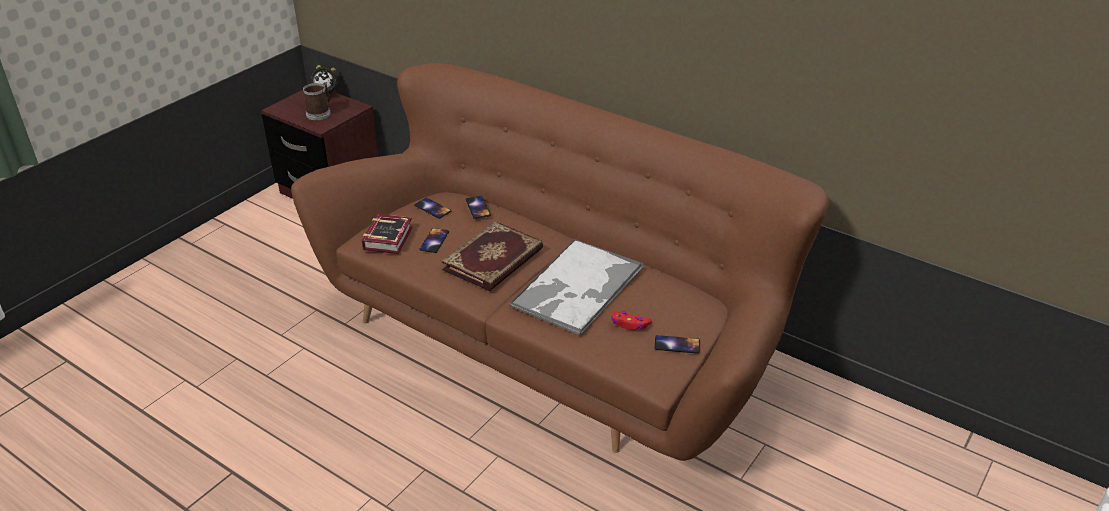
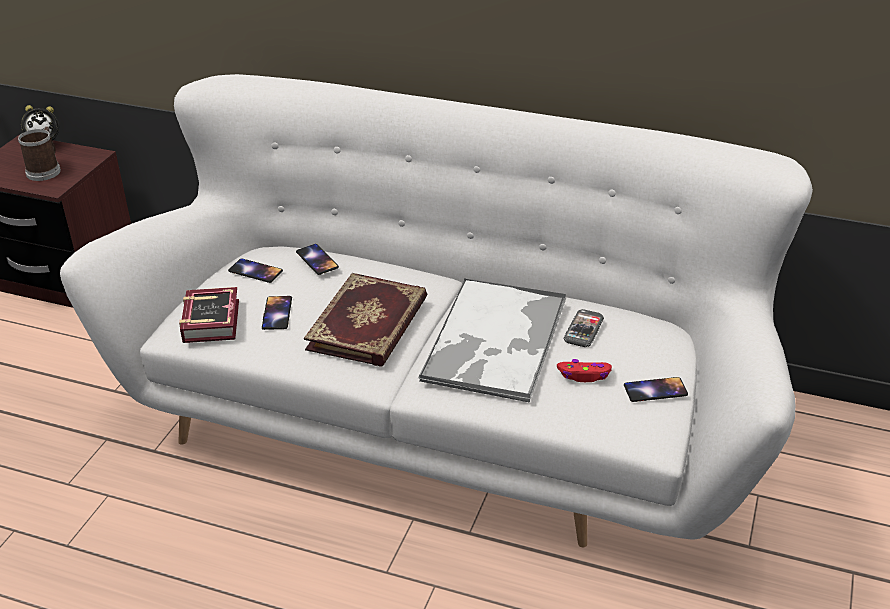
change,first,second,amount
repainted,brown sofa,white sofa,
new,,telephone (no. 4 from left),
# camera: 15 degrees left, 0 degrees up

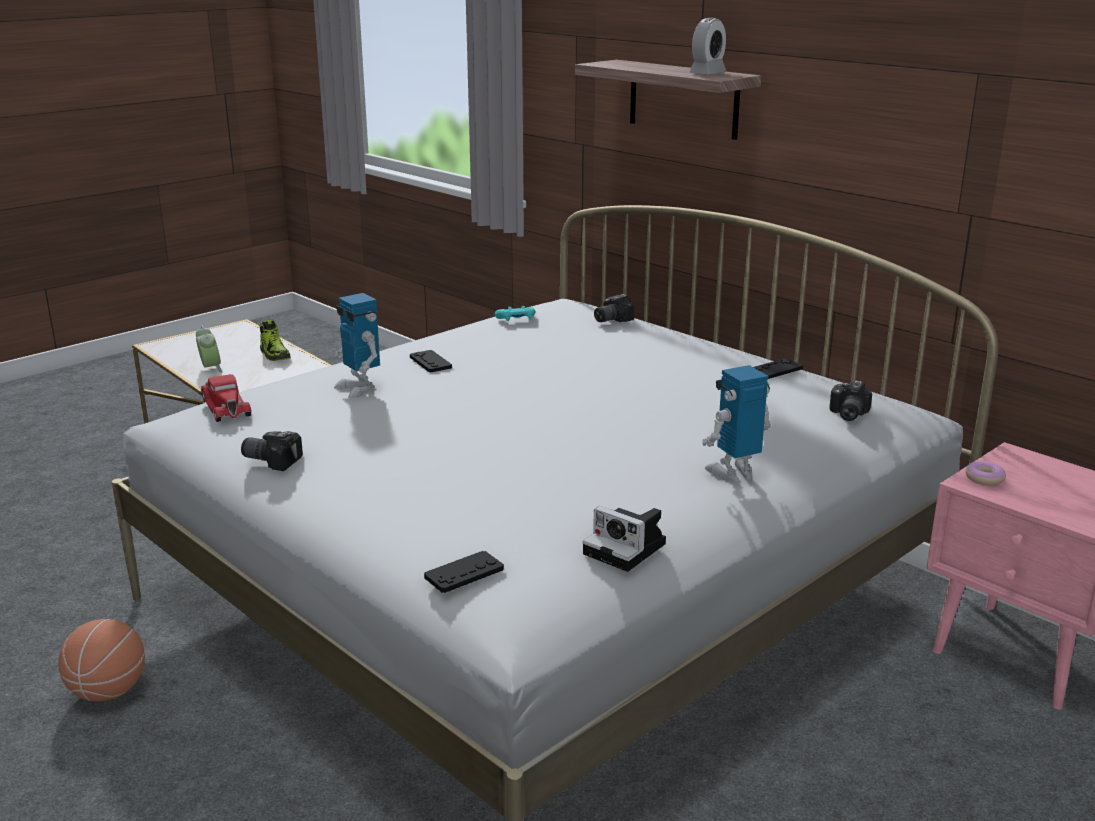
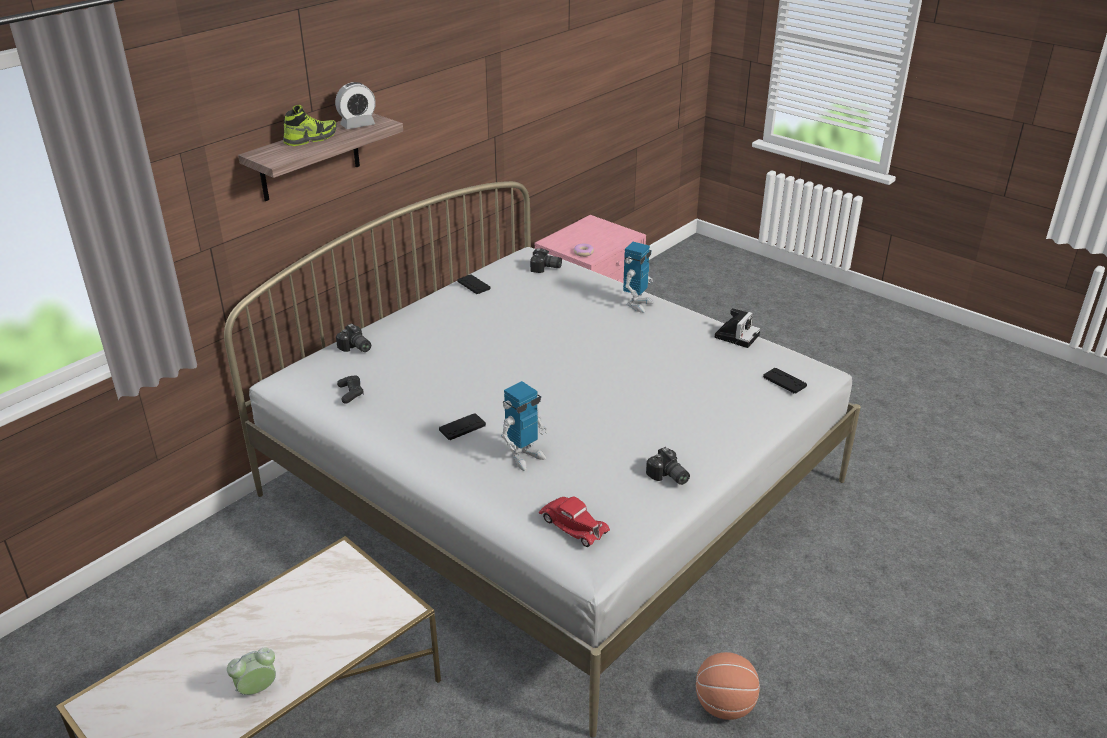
change,first,second,amount
rotated,table clock (no. 2 from left),,120 degrees clockwise
repainted,blue-green gamepad,blackish gamepad (no. 1 from left),
shifted,low shoe,,
rotated,model robot (no. 2 from left),,120 degrees counterclockwise
rotated,red-coloured miniature car,,75 degrees clockwise
rotated,photo camera (no. 1 from left in the first image),photo camera (no. 3 from left),45 degrees counterclockwise
# camera: 95 degrees left, 10 degrees up

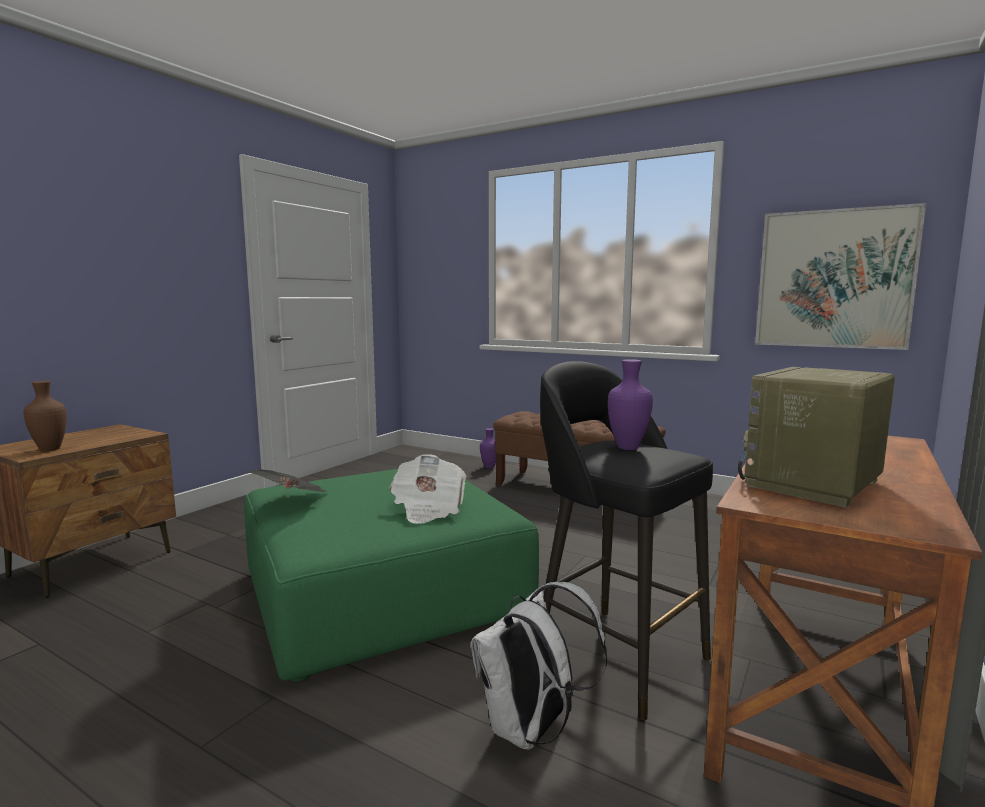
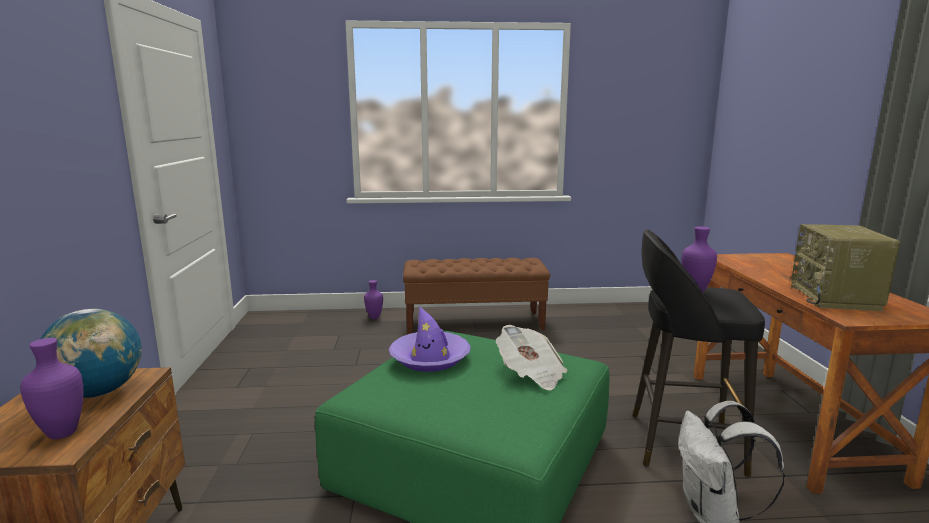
change,first,second,amount
gone,wall picture,,
repainted,brown decorative vase,purplish decorative vase (no. 1 from left),
gone,newspaper (no. 1 from left),,
new,,purplish clothing hat,
new,,globe,
# camera: 35 degrees left, 5 degrees up

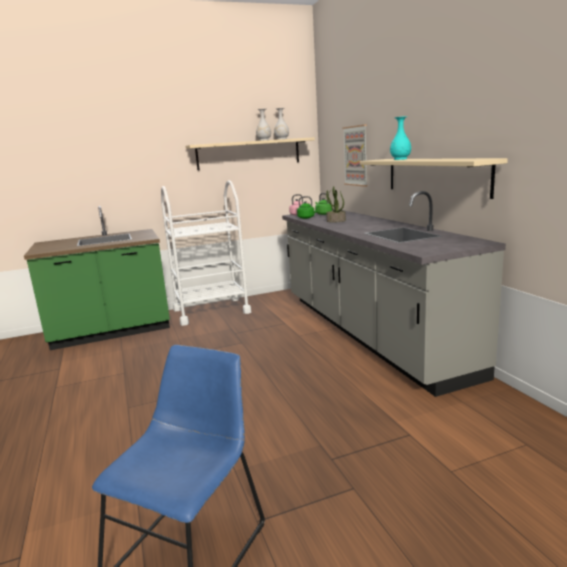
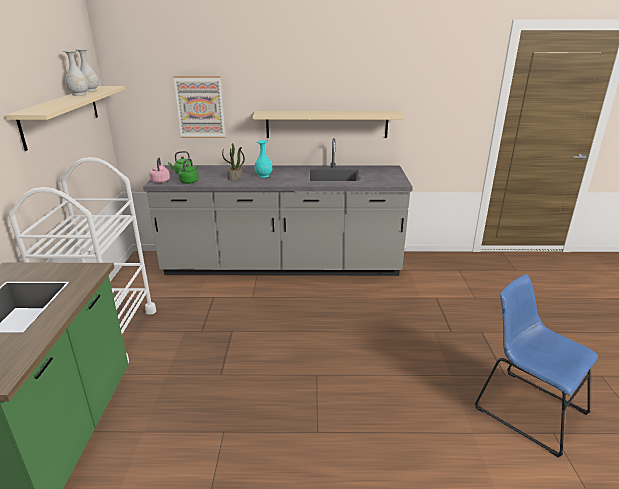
change,first,second,amount
shifted,blue-green decorative vase,,
# camera: 70 degrees left, 10 degrees up

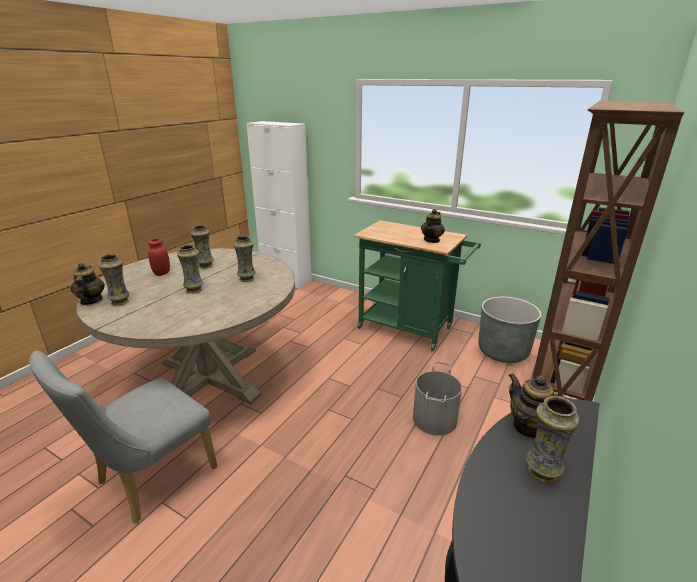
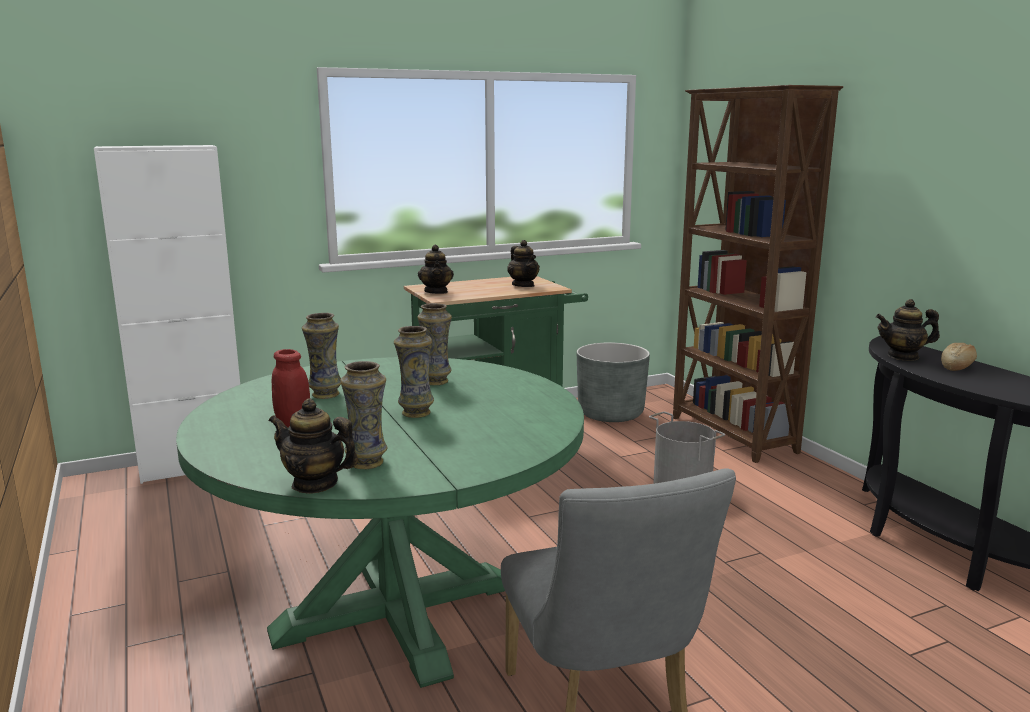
change,first,second,amount
repainted,sand-coloured dinner table,green dinner table,
swapped,decorative vase (no. 5 from left),bakery bread,
new,,tea pot (no. 2 from left),
# camera: 55 degrees left, 10 degrees down

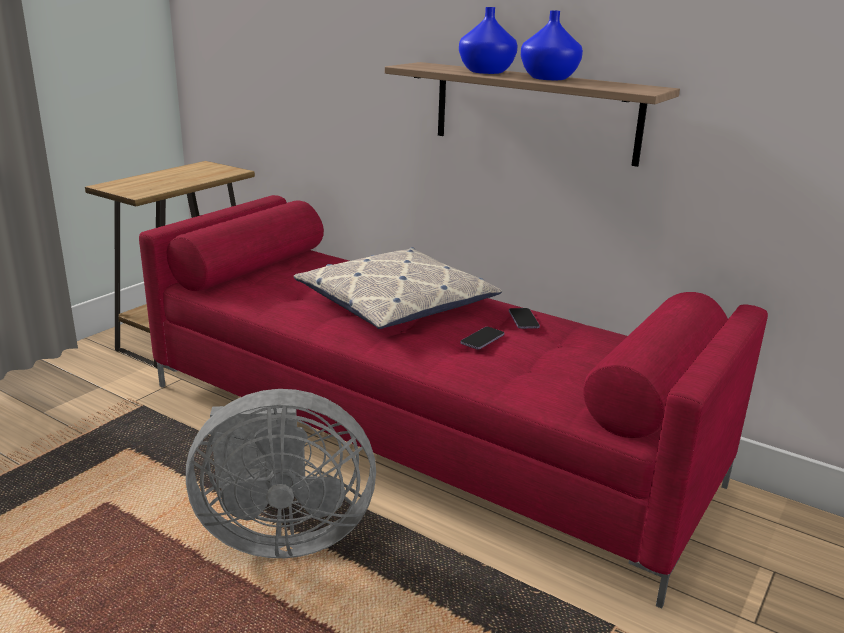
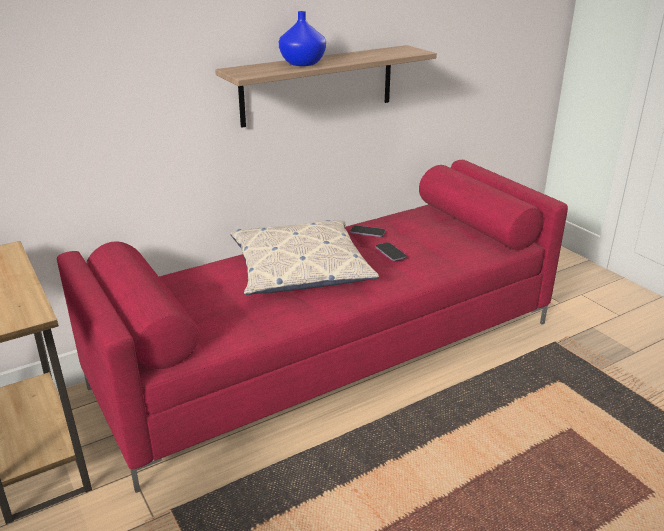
change,first,second,amount
gone,blue-coloured decorative vase (no. 2 from left),,
gone,grey fan,,
# camera: 65 degrees left, 5 degrees up

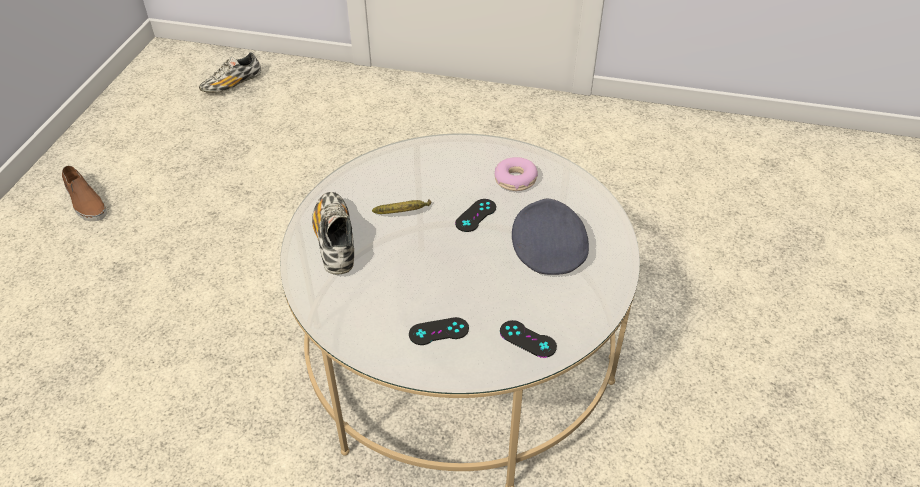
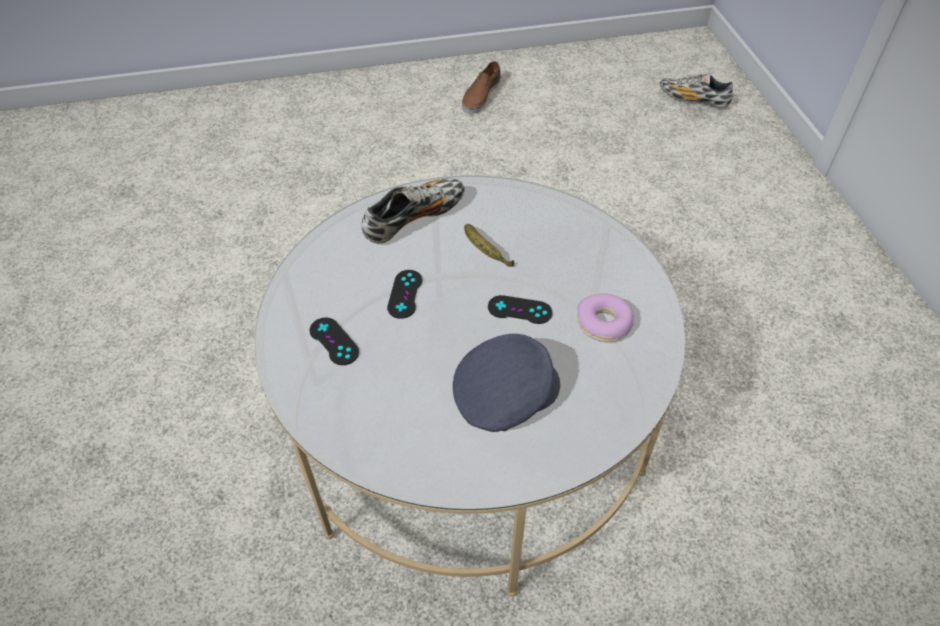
change,first,second,amount
shifted,blackish gamepad (no. 3 from left in the first image),blackish gamepad (no. 2 from left),
# camera: 65 degrees right, 5 degrees up

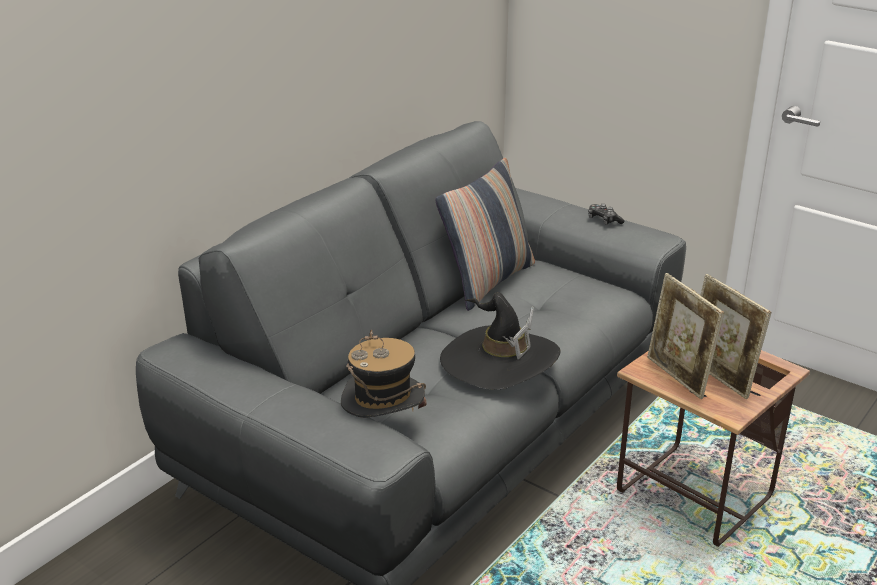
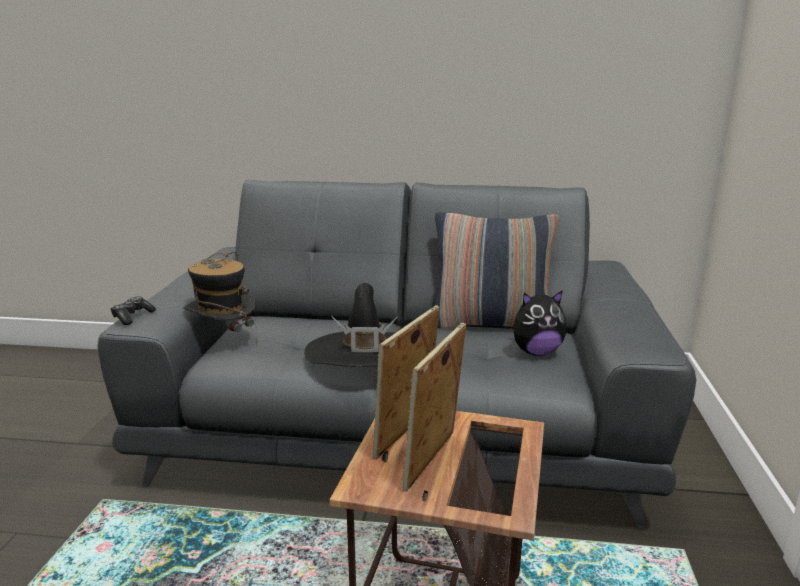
change,first,second,amount
shifted,gamepad,,
new,,plush toy,
# camera: 60 degrees right, 10 degrees down

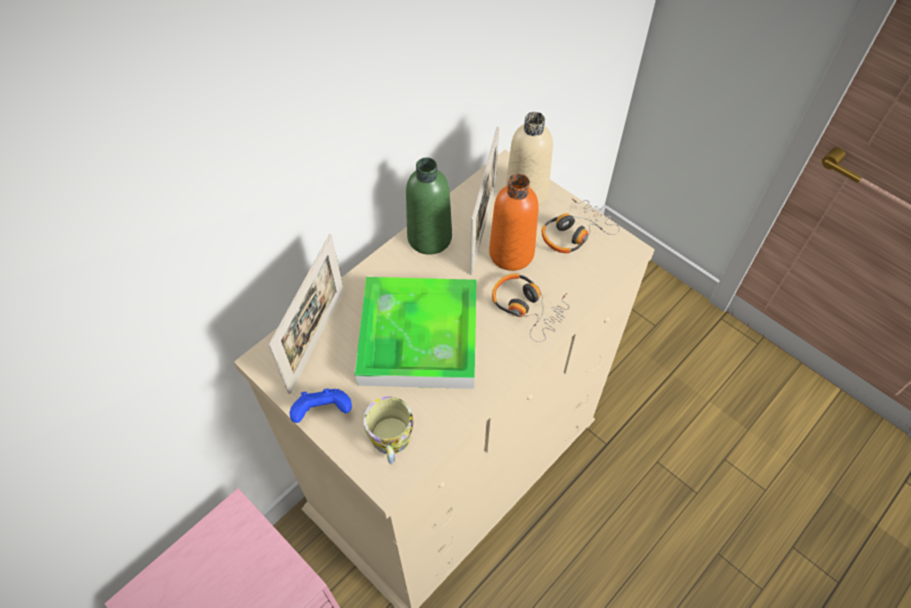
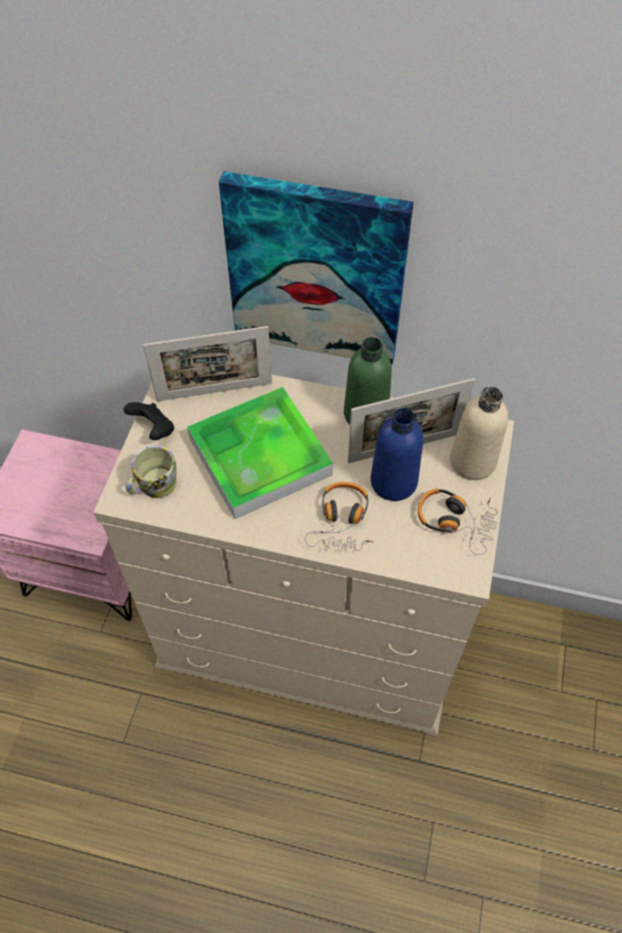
change,first,second,amount
repainted,orange-coloured bottle,blue-coloured bottle,
repainted,blue-coloured gamepad,blackish gamepad,
new,,wall picture,
# camera: 60 degrees right, 0 degrees up

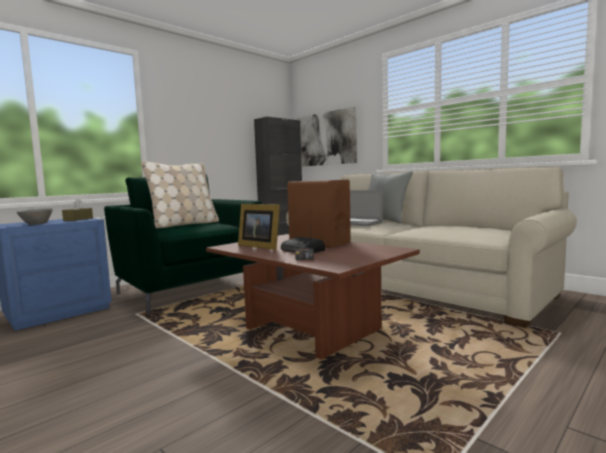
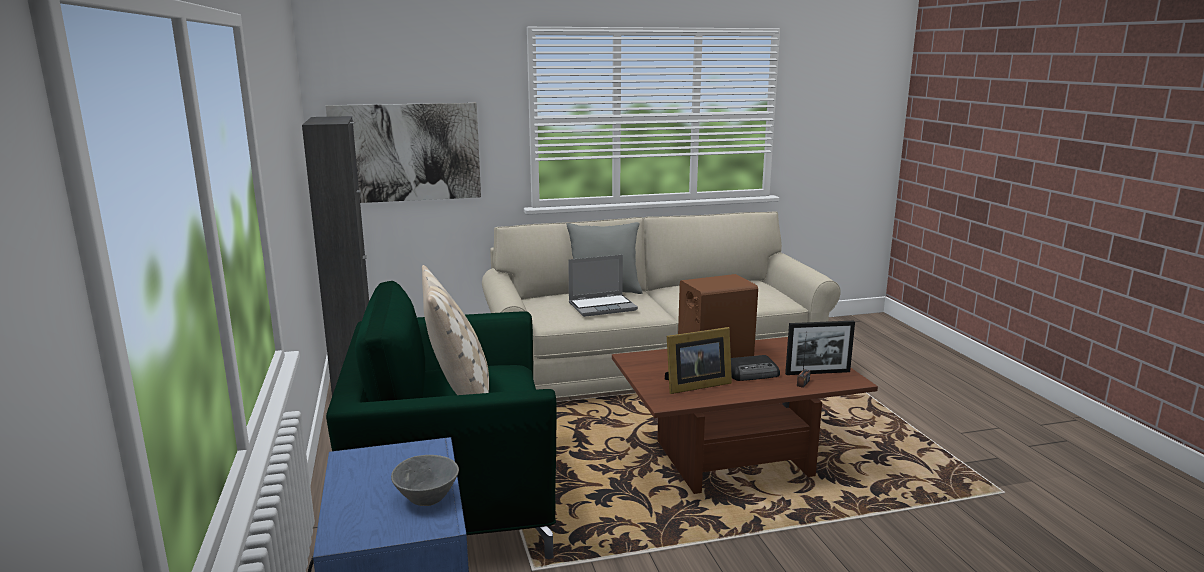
change,first,second,amount
gone,brown box of tissues,,
new,,picture frame (no. 2 from left),
# camera: 60 degrees left, 10 degrees up

